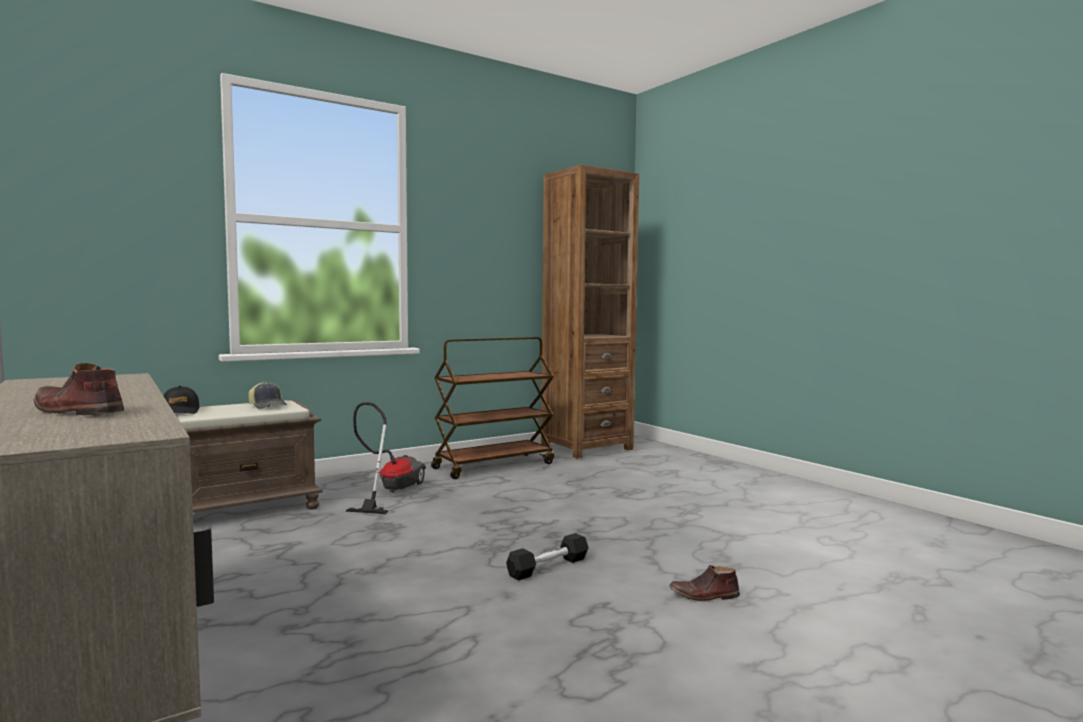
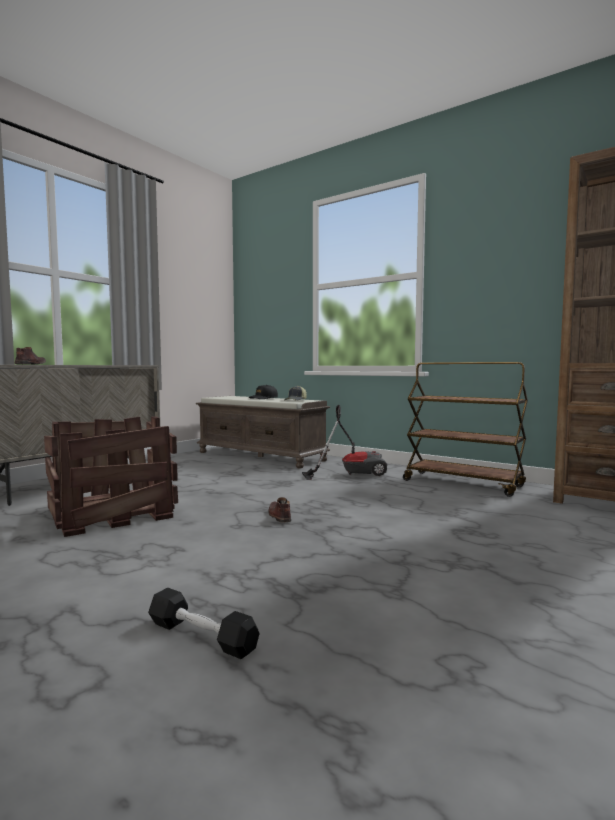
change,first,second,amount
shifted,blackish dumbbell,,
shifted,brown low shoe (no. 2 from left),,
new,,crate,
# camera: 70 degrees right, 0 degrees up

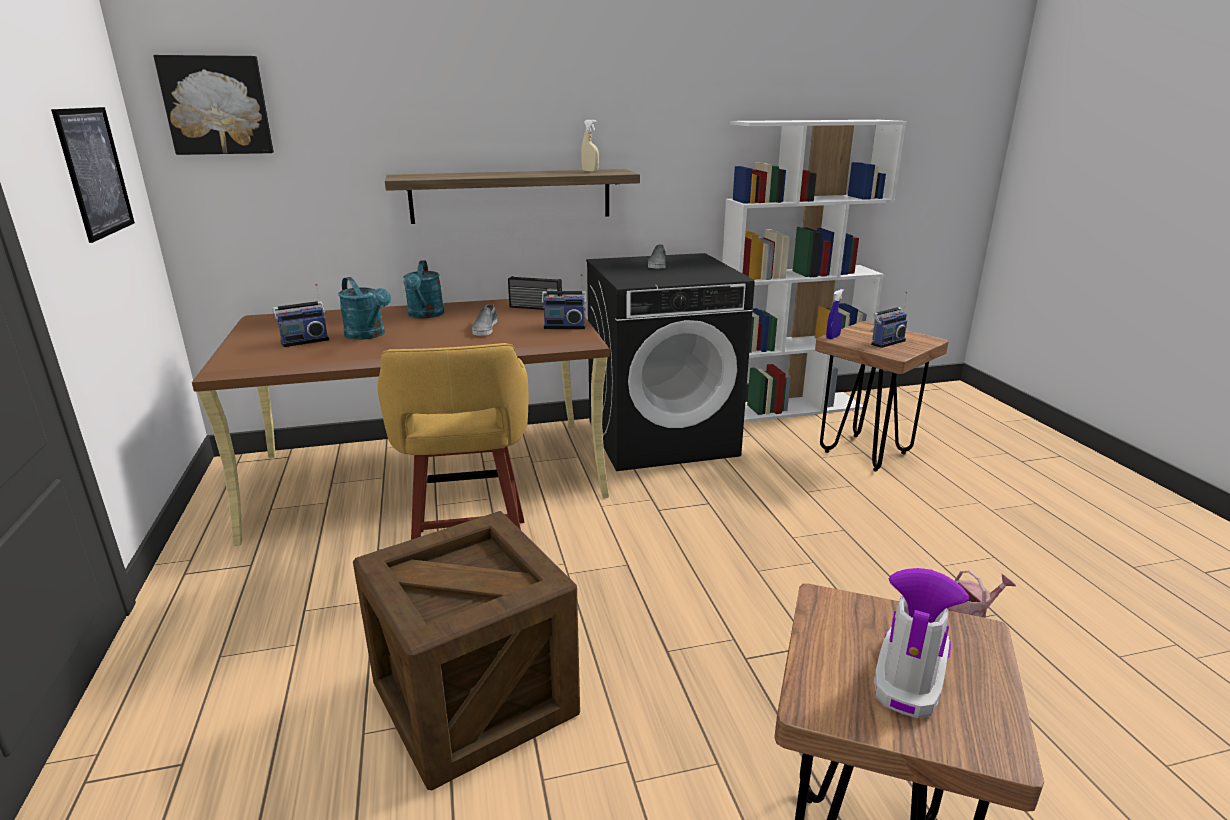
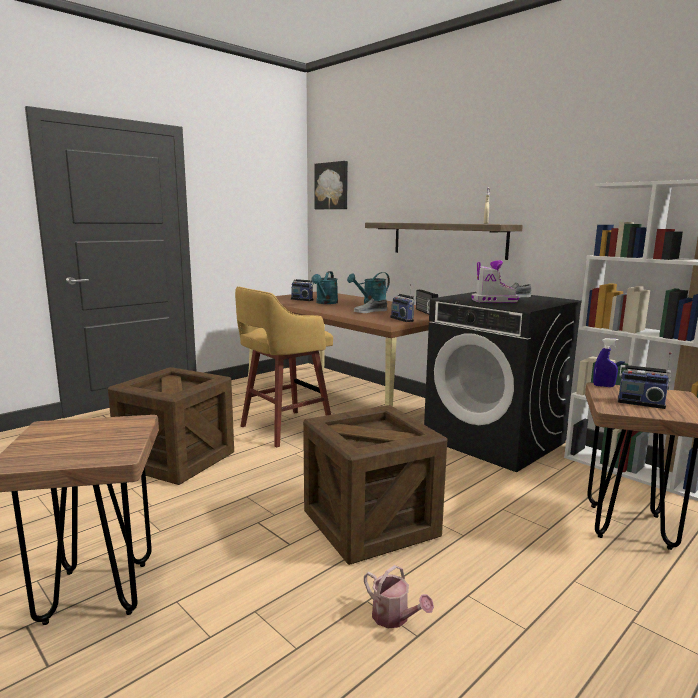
change,first,second,amount
gone,wall picture (no. 1 from left),,
shifted,tall boot,,
new,,crate (no. 2 from left),
# camera: 60 degrees right, 10 degrees down

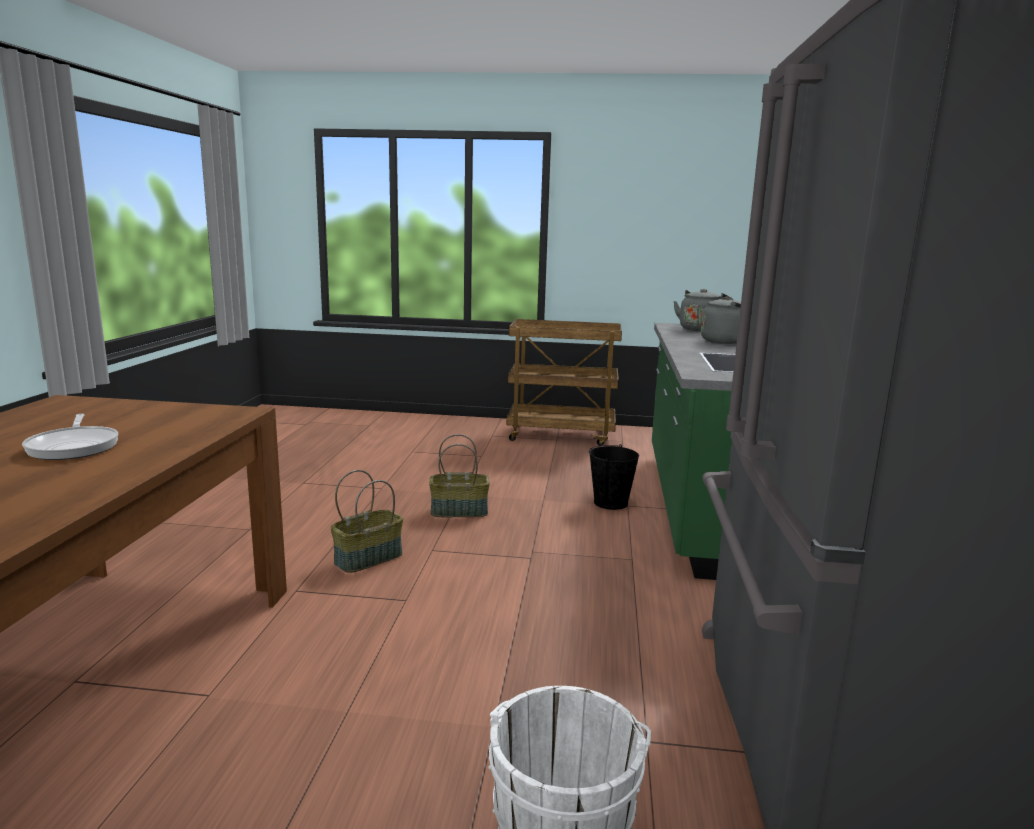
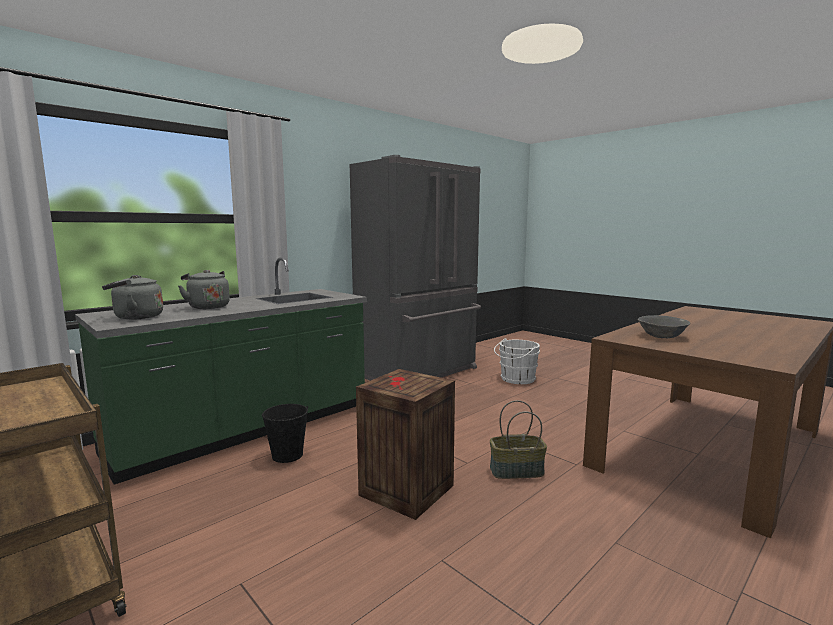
change,first,second,amount
gone,pan,,
swapped,basket (no. 2 from left),crate,
new,,grey deep dish,
# camera: 140 degrees left, 5 degrees down

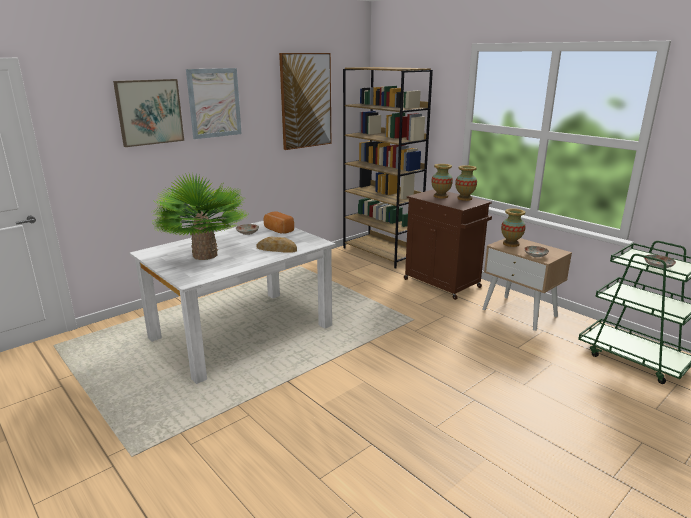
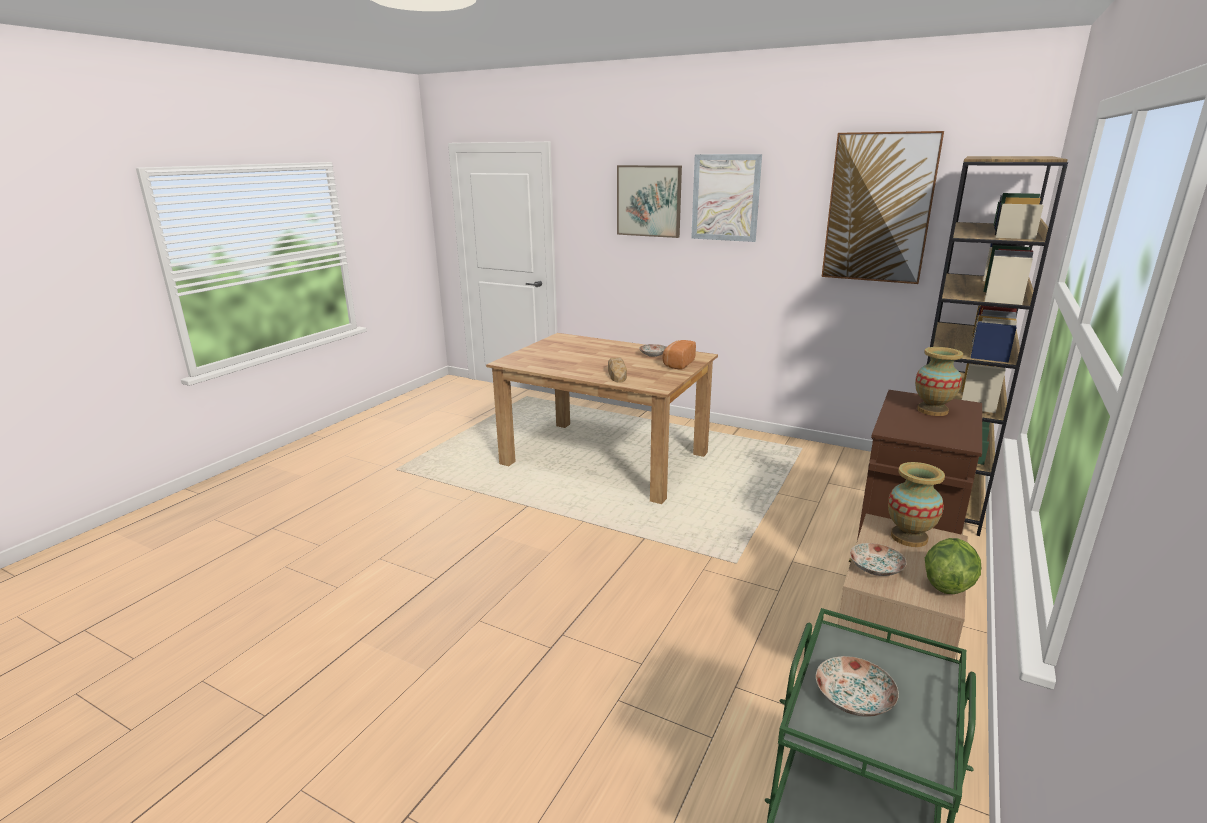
change,first,second,amount
gone,decorative vase (no. 2 from left),,
gone,houseplant,,
repainted,white dinner table,brown dinner table,
new,,lettuce,
# camera: 70 degrees right, 0 degrees up

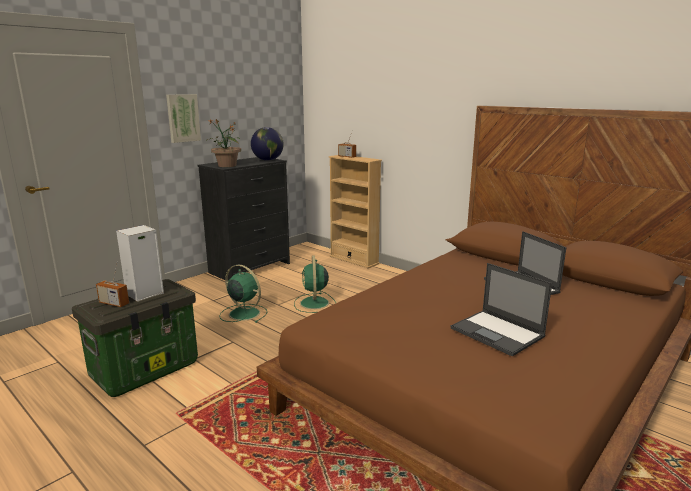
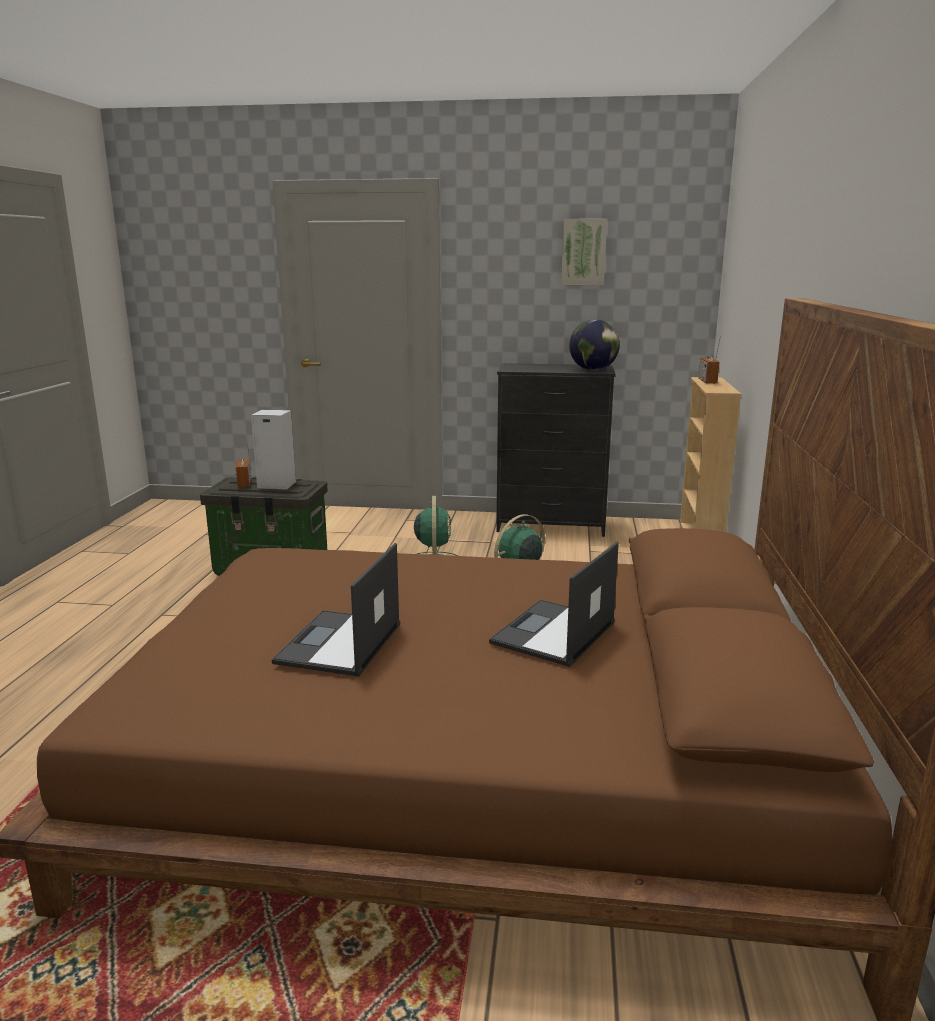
change,first,second,amount
shifted,wall picture,,
gone,houseplant,,
# camera: 55 degrees right, 0 degrees up

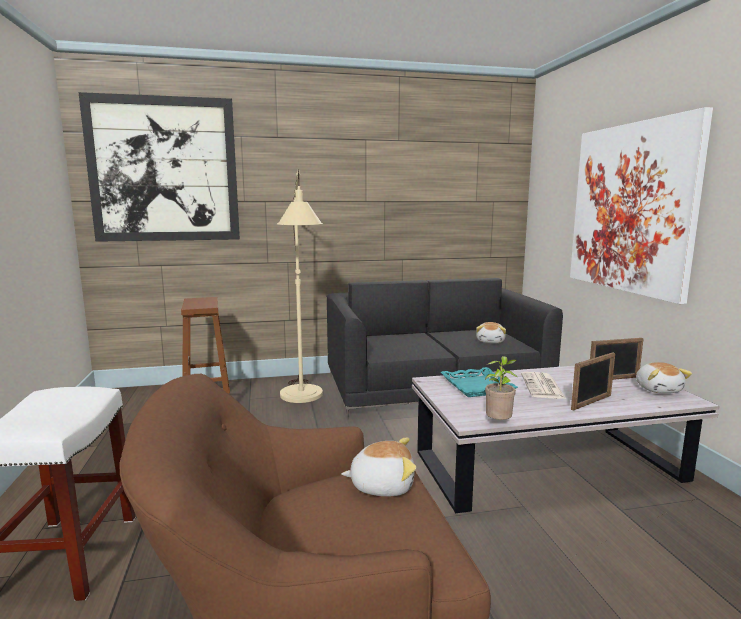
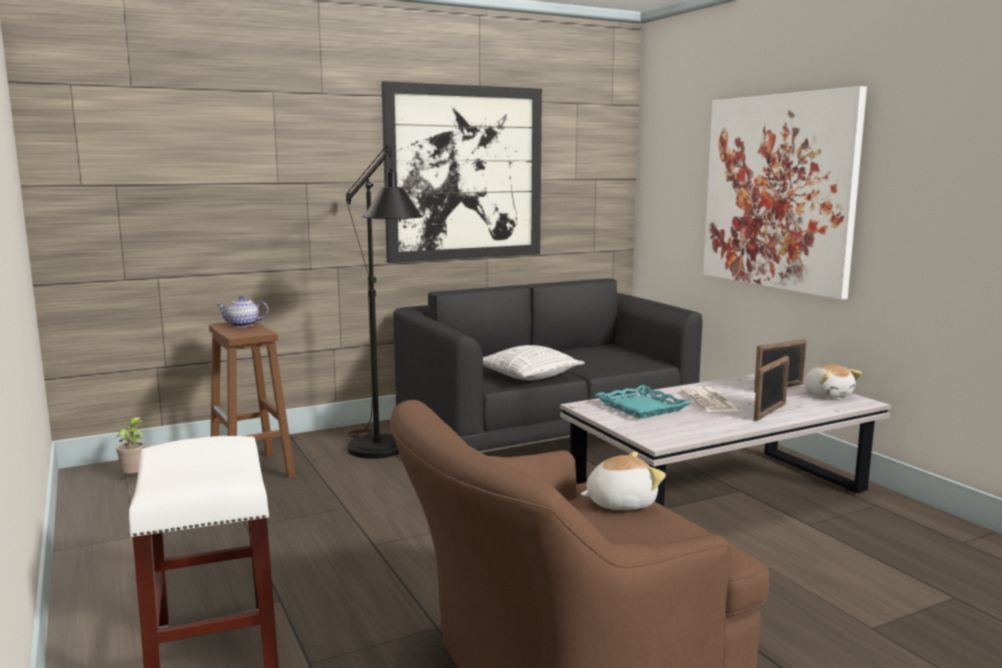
change,first,second,amount
shifted,wall picture (no. 1 from left),,
repainted,sand-coloured standard lamp,blackish standard lamp,
gone,plush toy (no. 2 from left),,
shifted,houseplant,,
new,,tea pot,
new,,cushion,
# camera: 15 degrees left, 0 degrees up

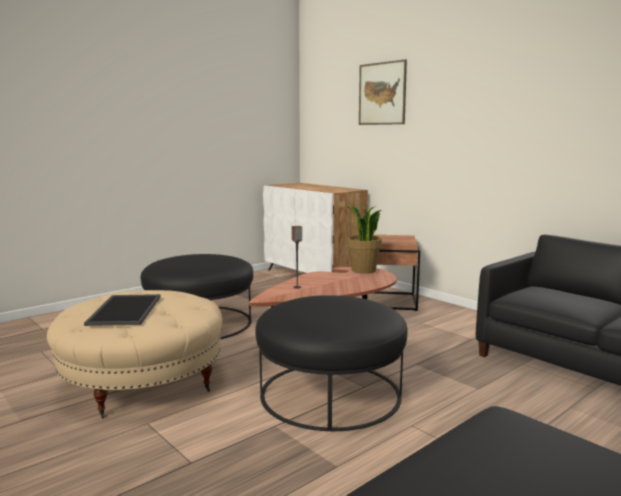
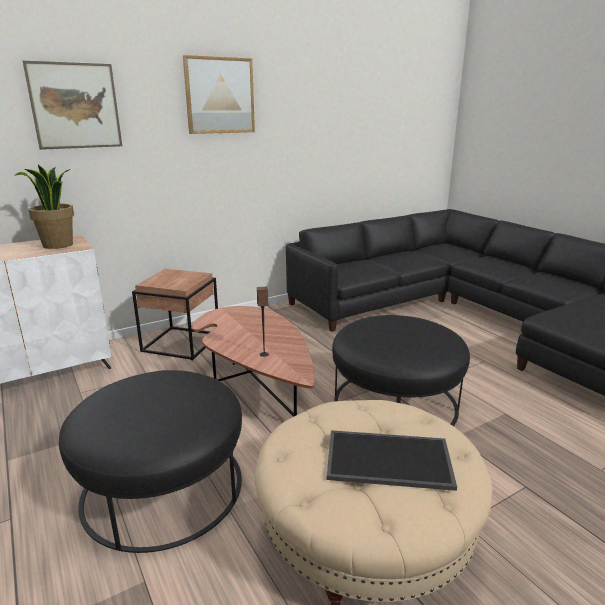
change,first,second,amount
shifted,houseplant,,
new,,wall picture (no. 2 from left),
# camera: 80 degrees left, 10 degrees up

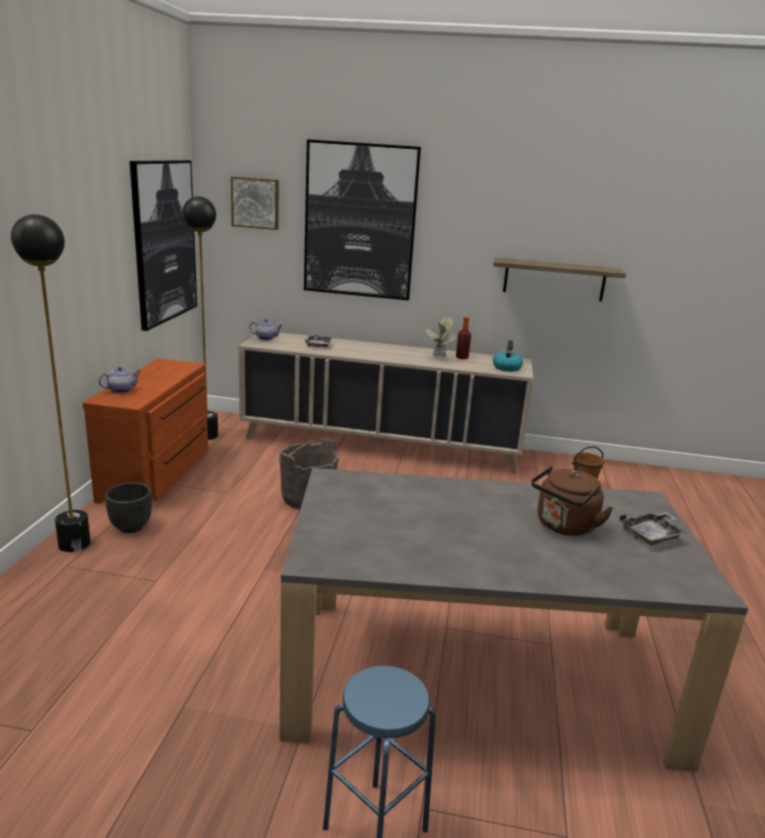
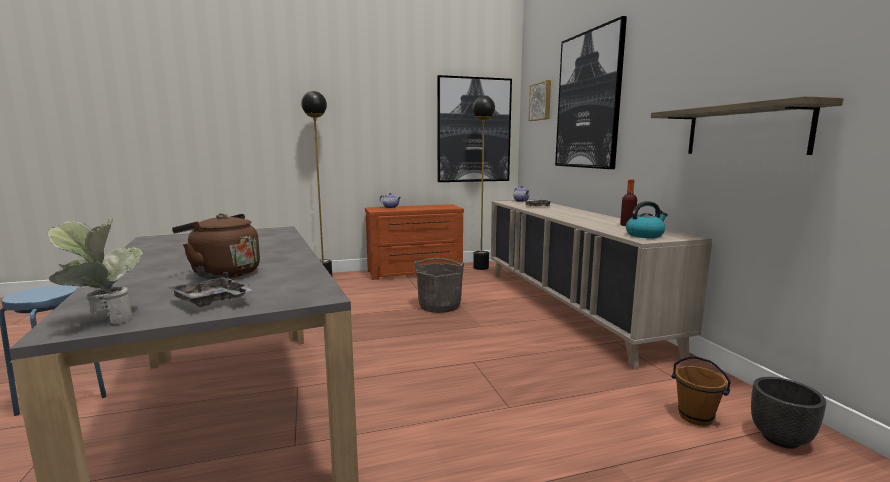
change,first,second,amount
shifted,houseplant,,
shifted,blackish planter,,
# camera: 65 degrees right, 10 degrees down

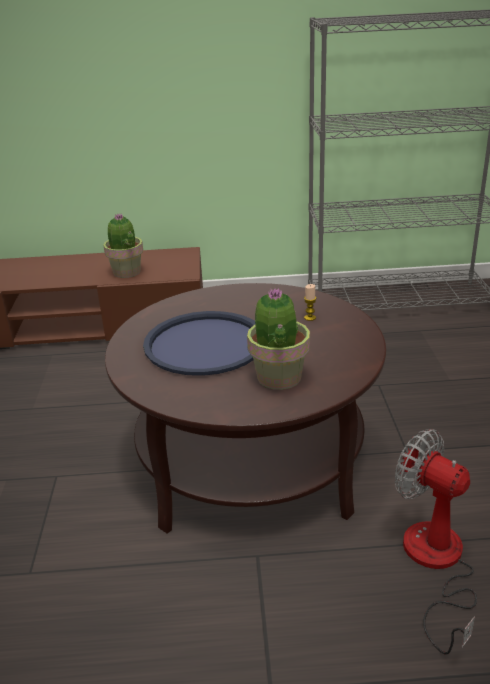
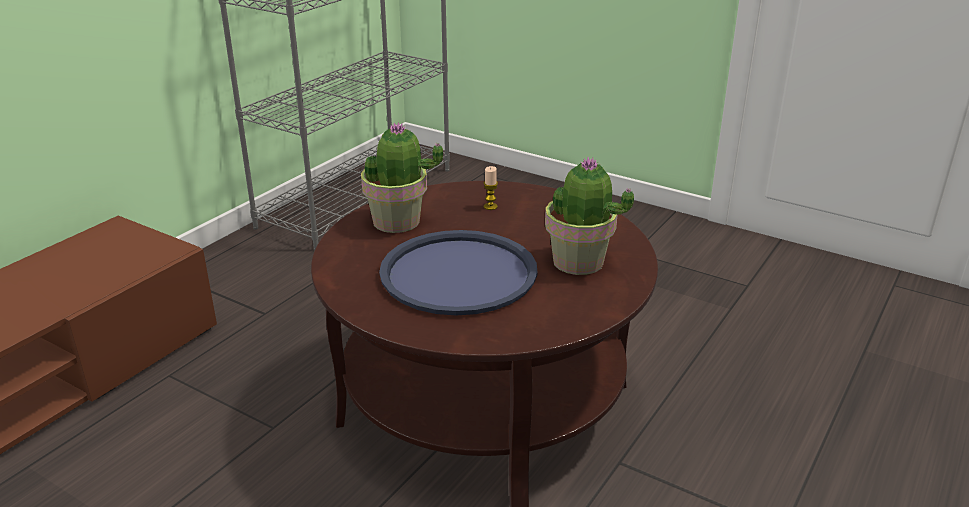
change,first,second,amount
shifted,houseplant (no. 1 from left),,
gone,fan,,
# camera: 55 degrees left, 0 degrees up

